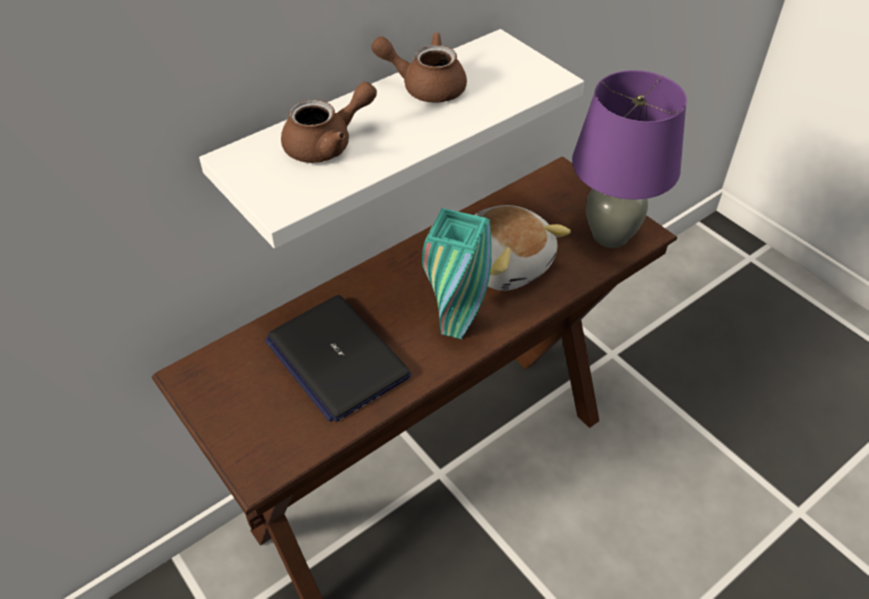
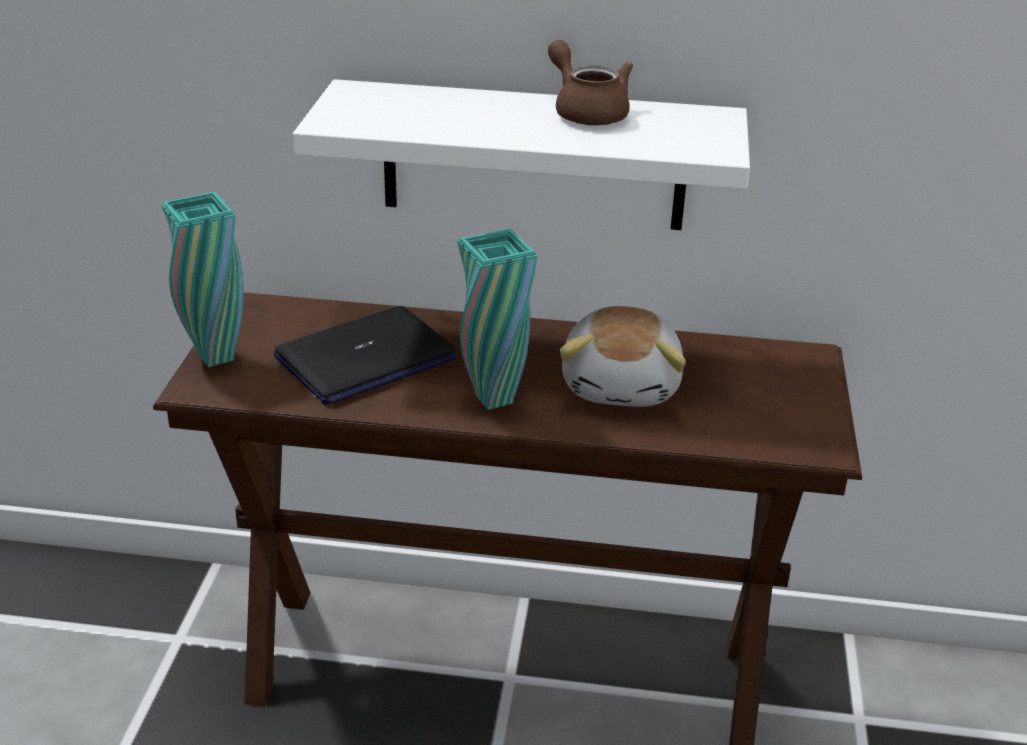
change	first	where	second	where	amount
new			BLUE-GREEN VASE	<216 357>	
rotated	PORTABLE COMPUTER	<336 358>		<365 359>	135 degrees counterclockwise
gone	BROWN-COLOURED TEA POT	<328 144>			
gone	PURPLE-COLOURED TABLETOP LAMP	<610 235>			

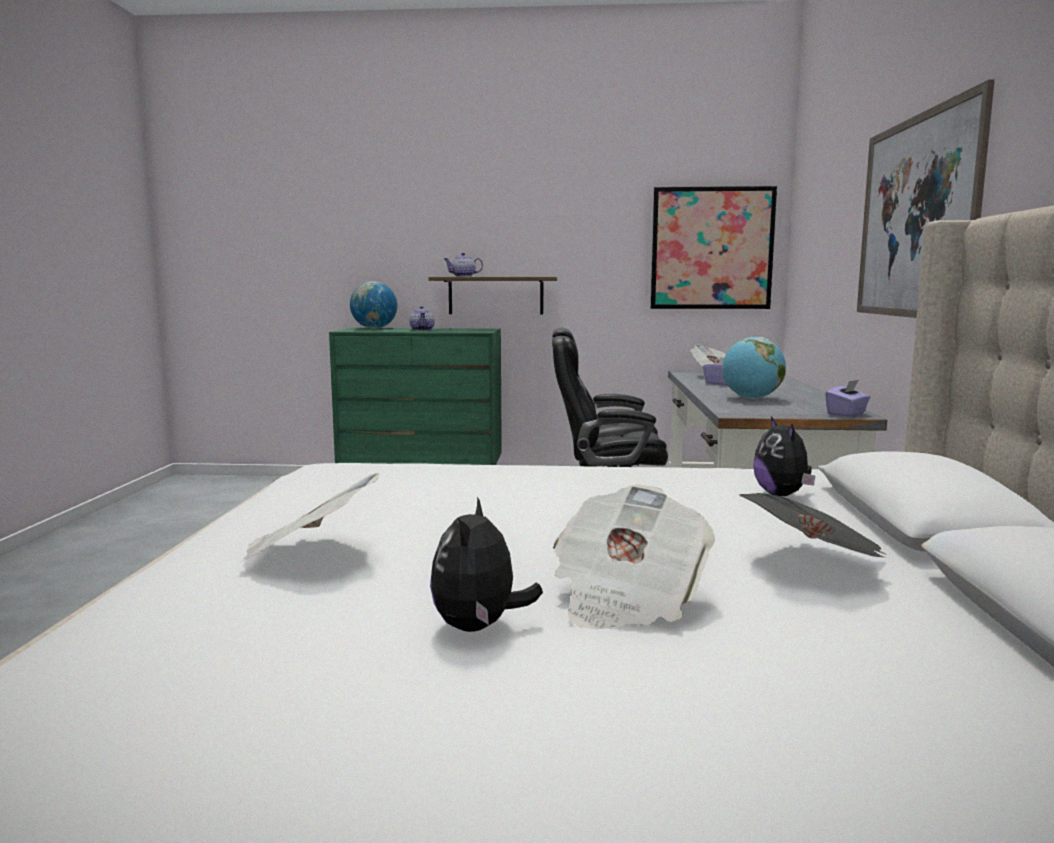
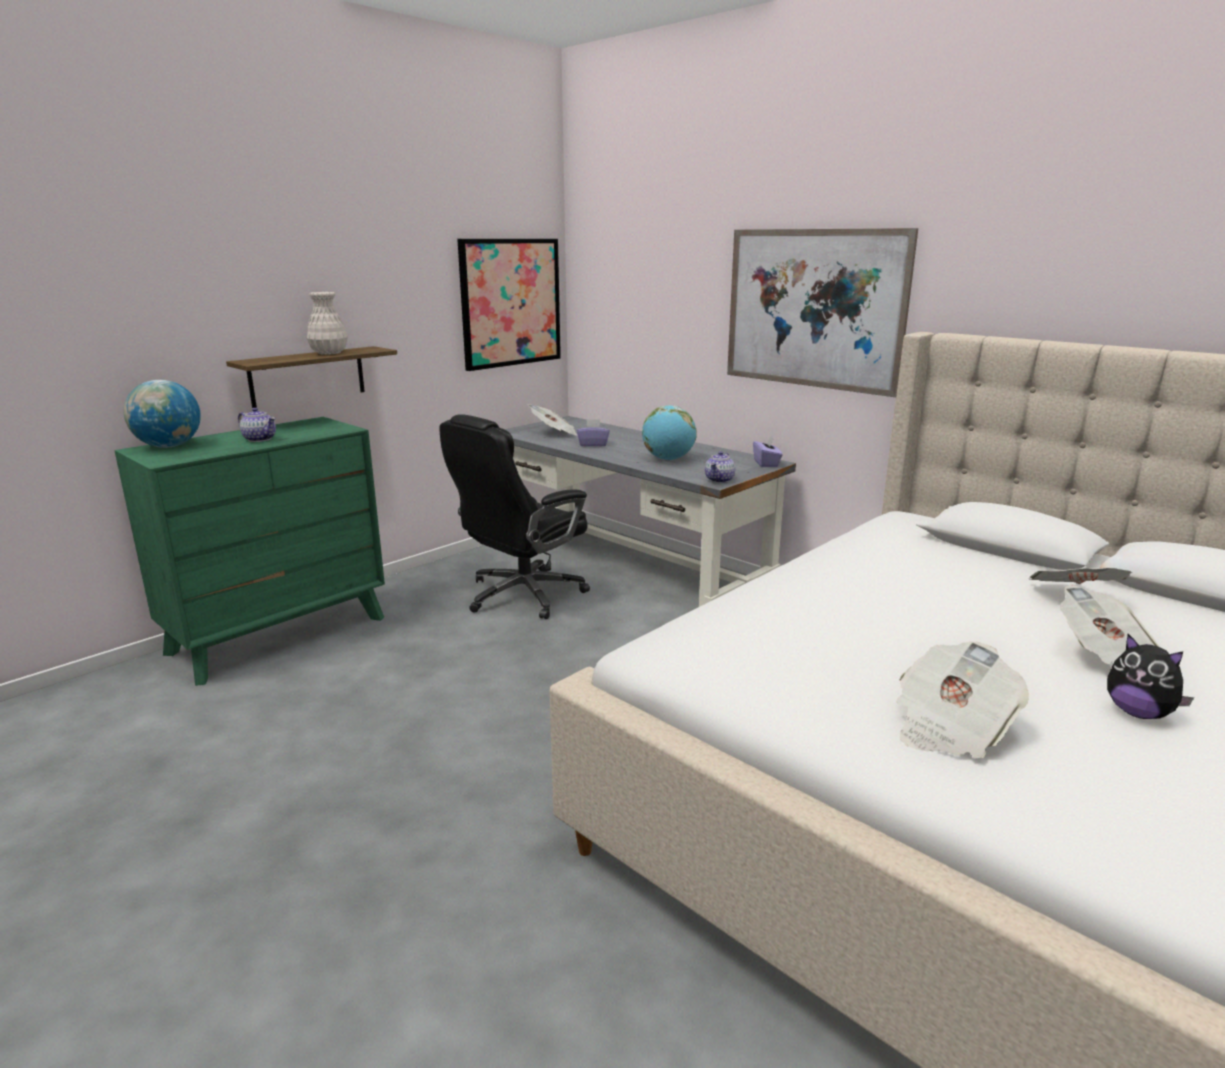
change	first	where	second	where	amount
new			WHITISH VASE	<328 353>	
shifted	TEA POT	<463 276>		<720 480>	
gone	SOFT TOY	<782 495>			

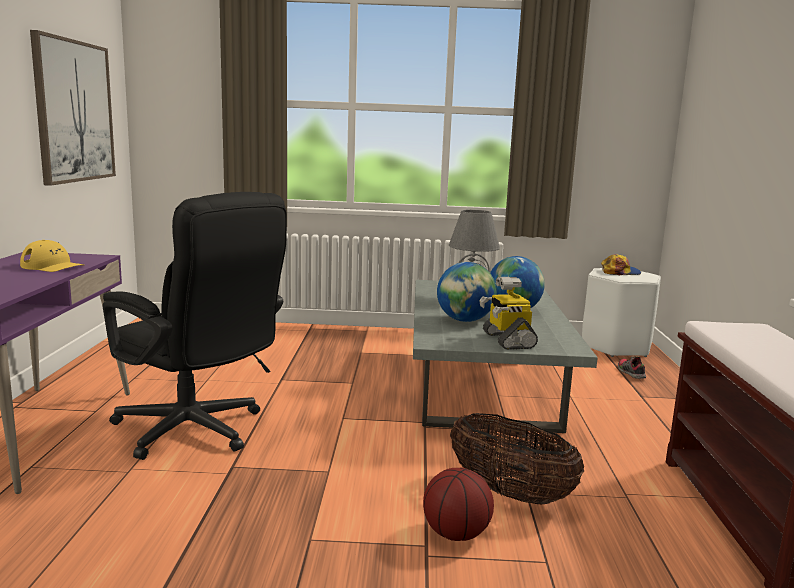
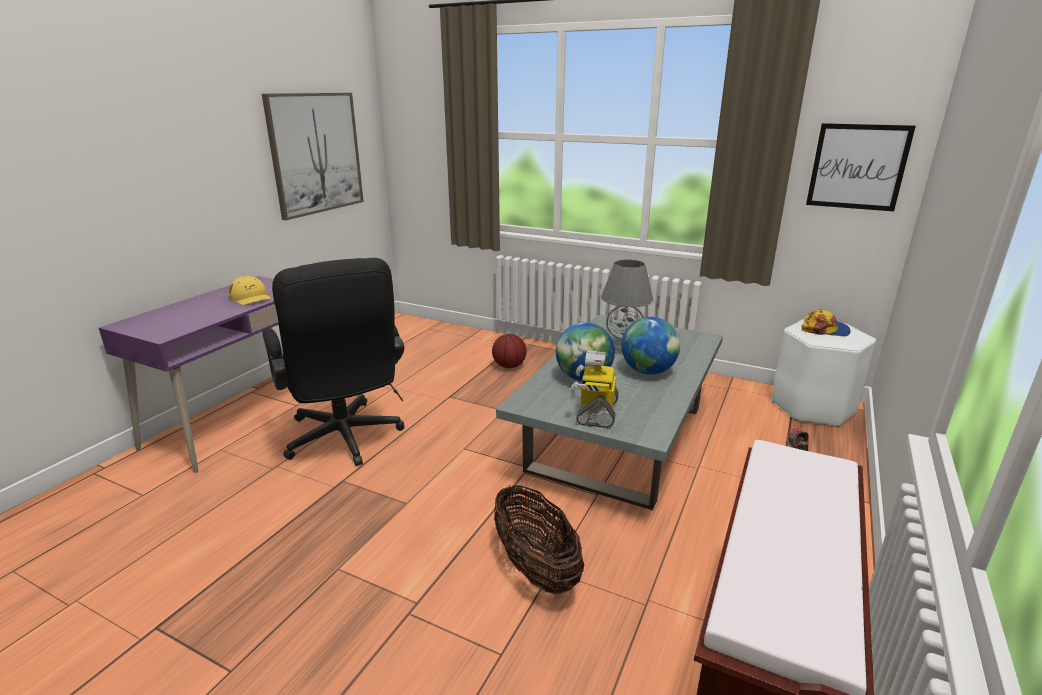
change	first	where	second	where	amount
shifted	BALL FOR BASKETBALL	<455 534>		<509 366>	
new			PICTURE	<857 167>	

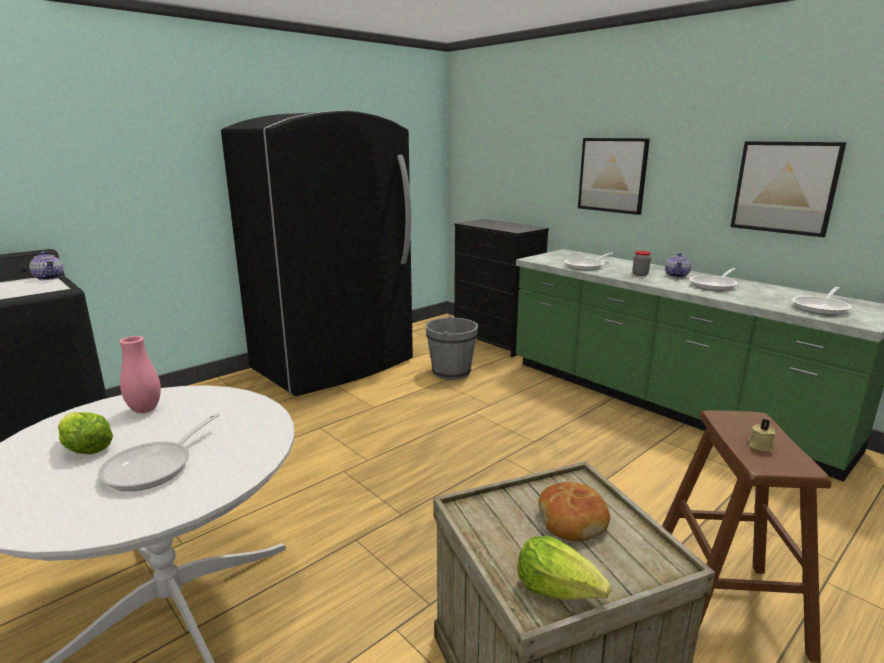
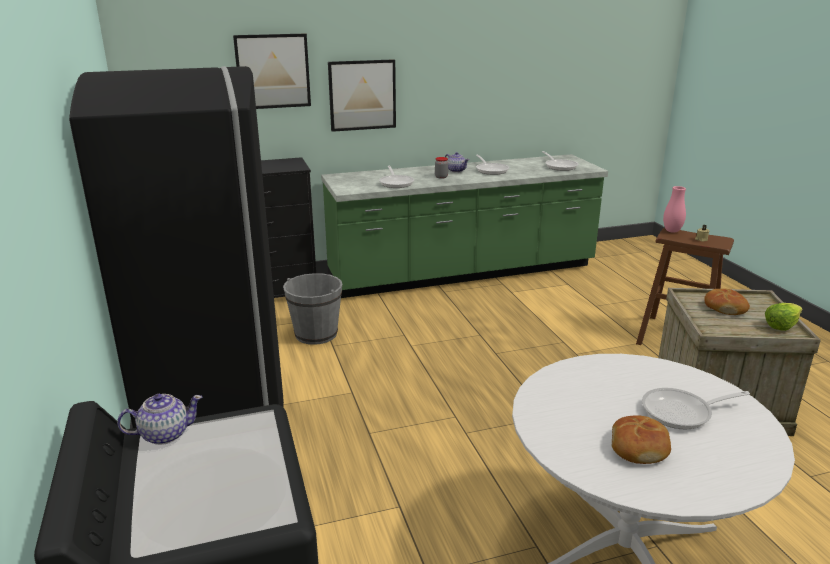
change	first	where	second	where	amount
shifted	PICTURE	<784 187>		<273 71>	
swapped	HEAD OF LETTUCE	<85 447>	BREAD	<639 448>	
rotated	FRYING PAN	<155 467>		<682 412>	120 degrees clockwise
shifted	PINK VASE	<145 410>		<672 231>	

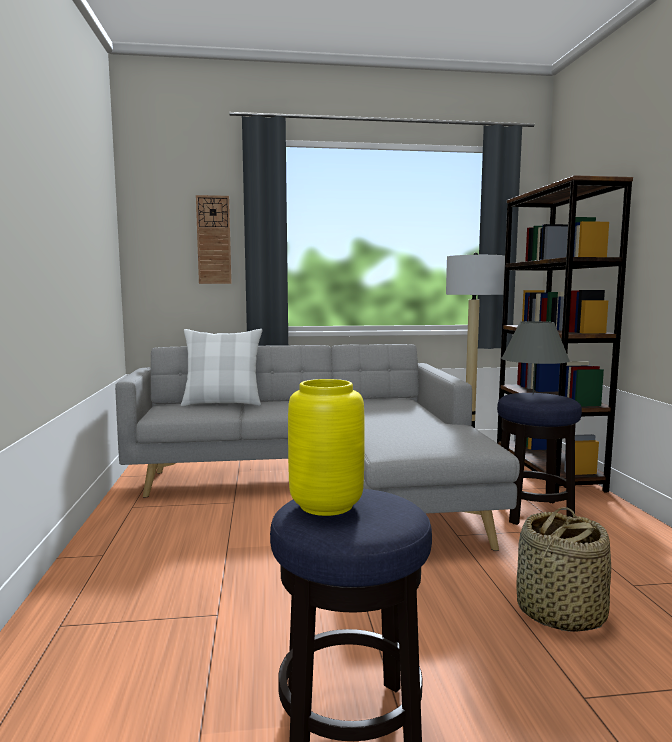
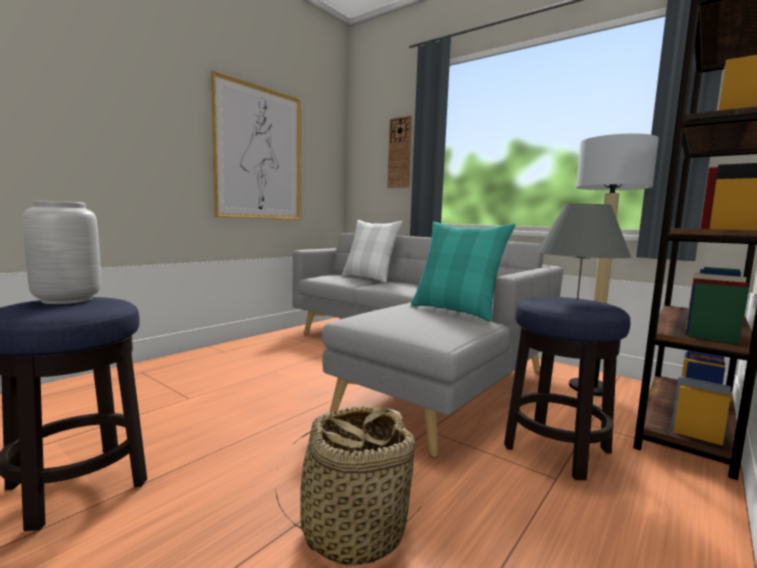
change	first	where	second	where	amount
repainted	YELLOW-COLOURED VASE	<327 506>	GREYISH VASE	<66 300>	
new			PICTURE	<259 154>	
new			BLUE-GREEN PILLOW	<455 311>	

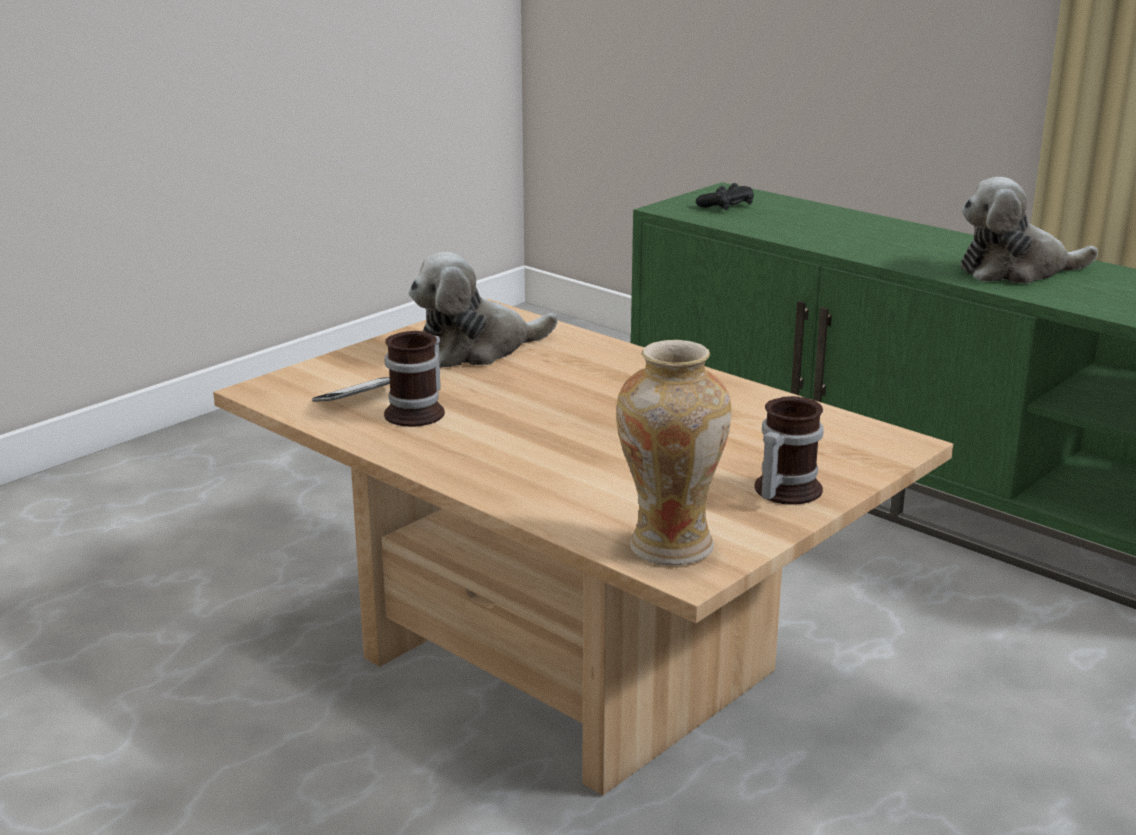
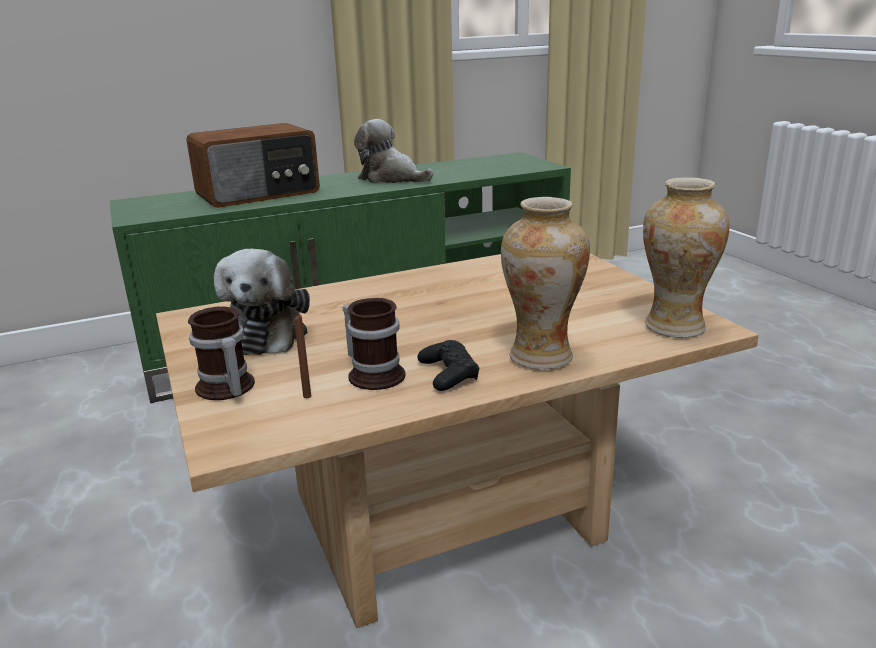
change	first	where	second	where	amount
new			RADIO RECEIVER	<259 193>	
shifted	COFFEE MUG	<782 491>		<224 389>	
swapped	PHONE	<357 396>	BROWN-COLOURED WAX LIGHT	<307 396>	
rotated	SOFT TOY	<1016 271>		<391 178>	105 degrees clockwise
shifted	BLACK GAMEPAD	<726 205>		<448 373>	
new			VASE	<541 356>	

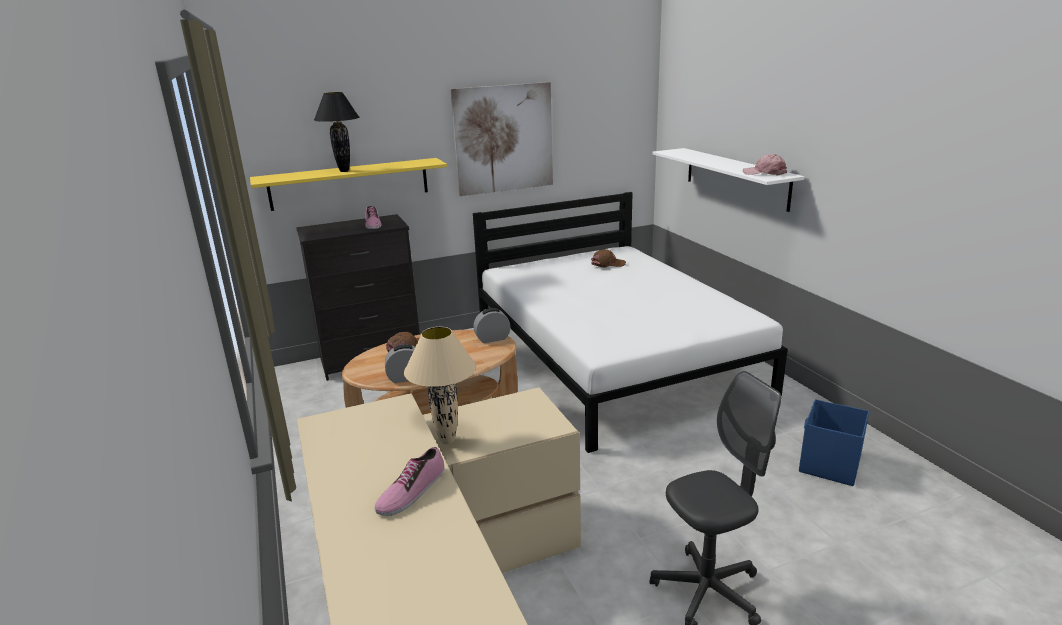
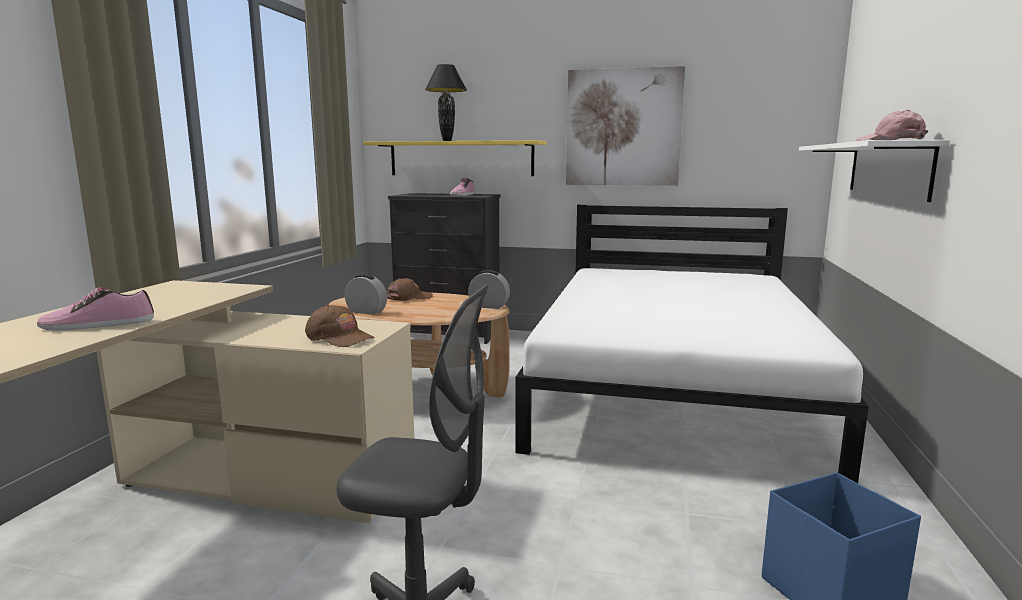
change	first	where	second	where	amount
shifted	BROWN-COLOURED PEAKED CAP	<608 264>		<340 338>	
gone	BEIGE TABLETOP LAMP	<446 440>			

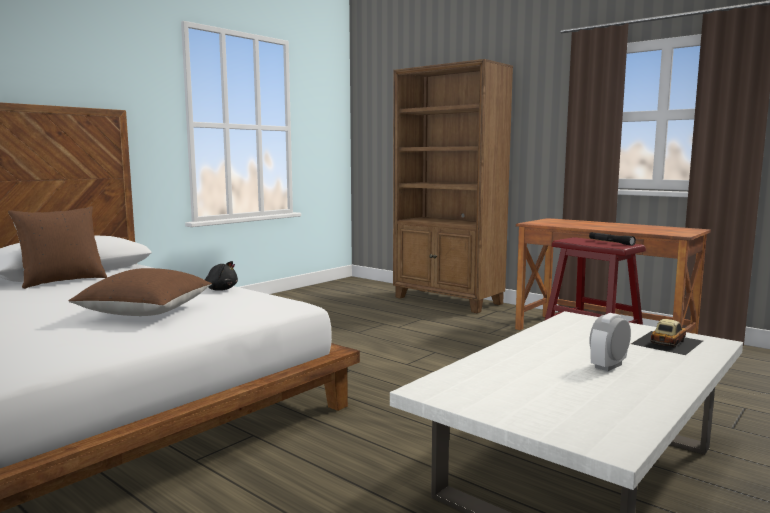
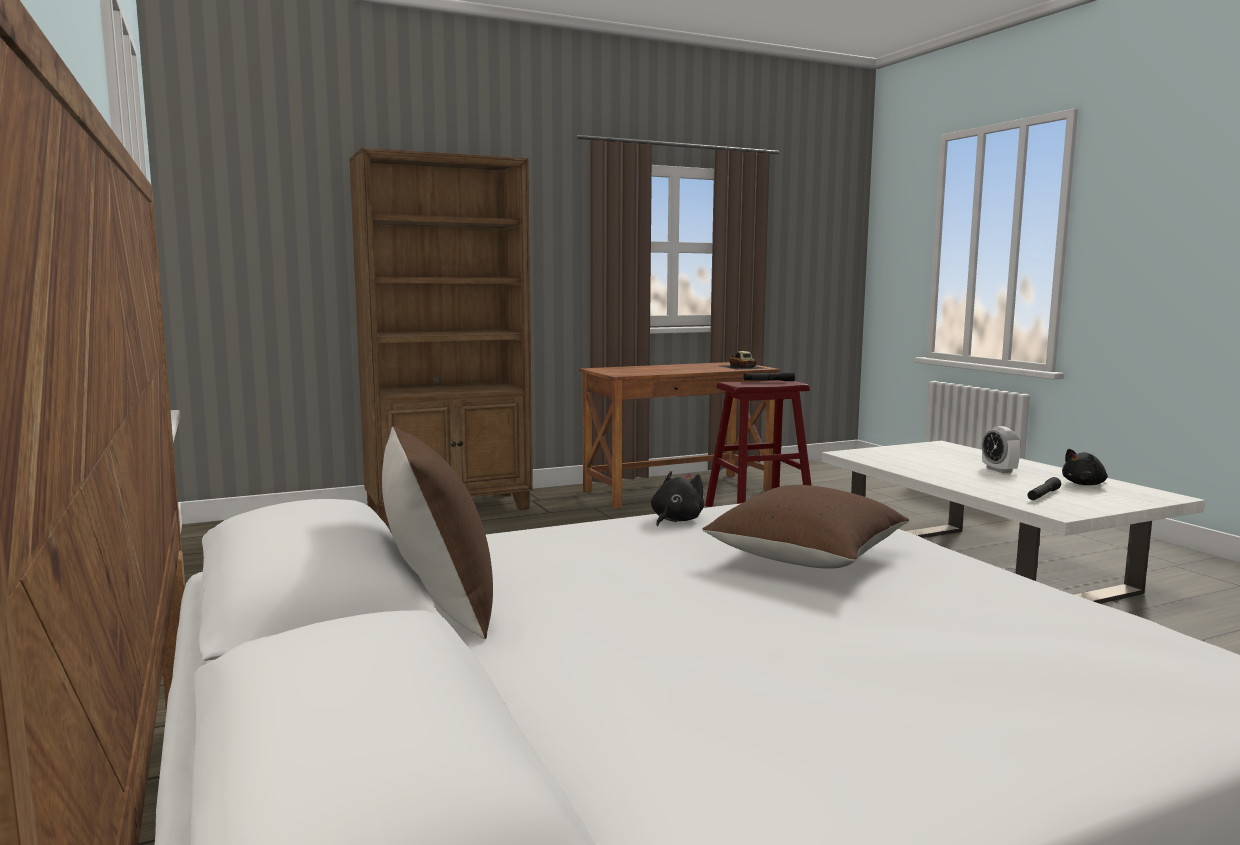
change	first	where	second	where	amount
shifted	MINIATURE CAR	<666 342>		<741 367>	
new			BLACK HAND TORCH	<1043 495>	
new			BLACK SOFT TOY	<1085 484>	

